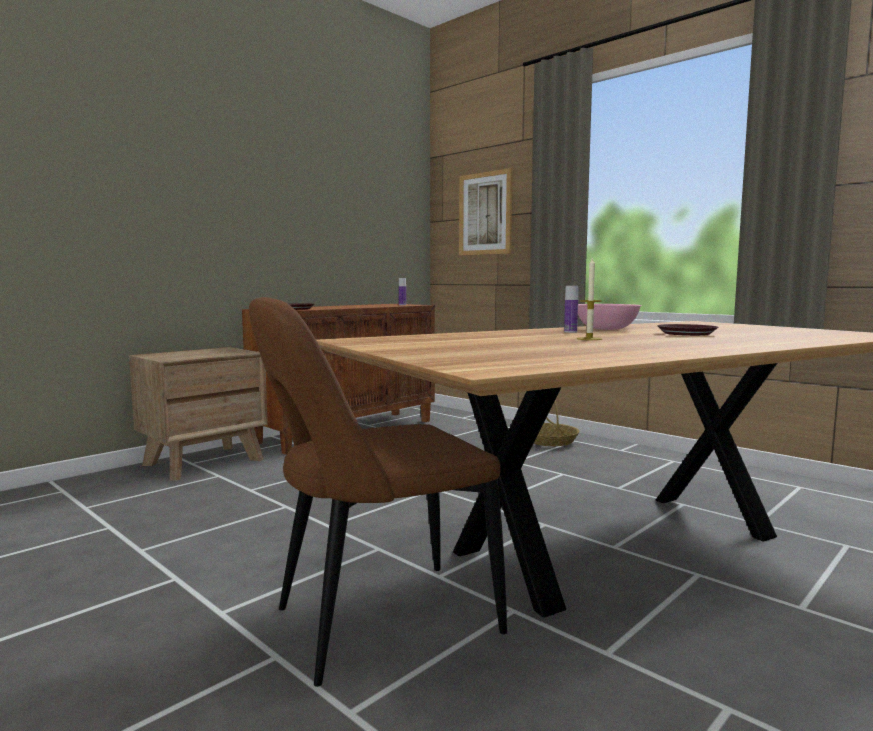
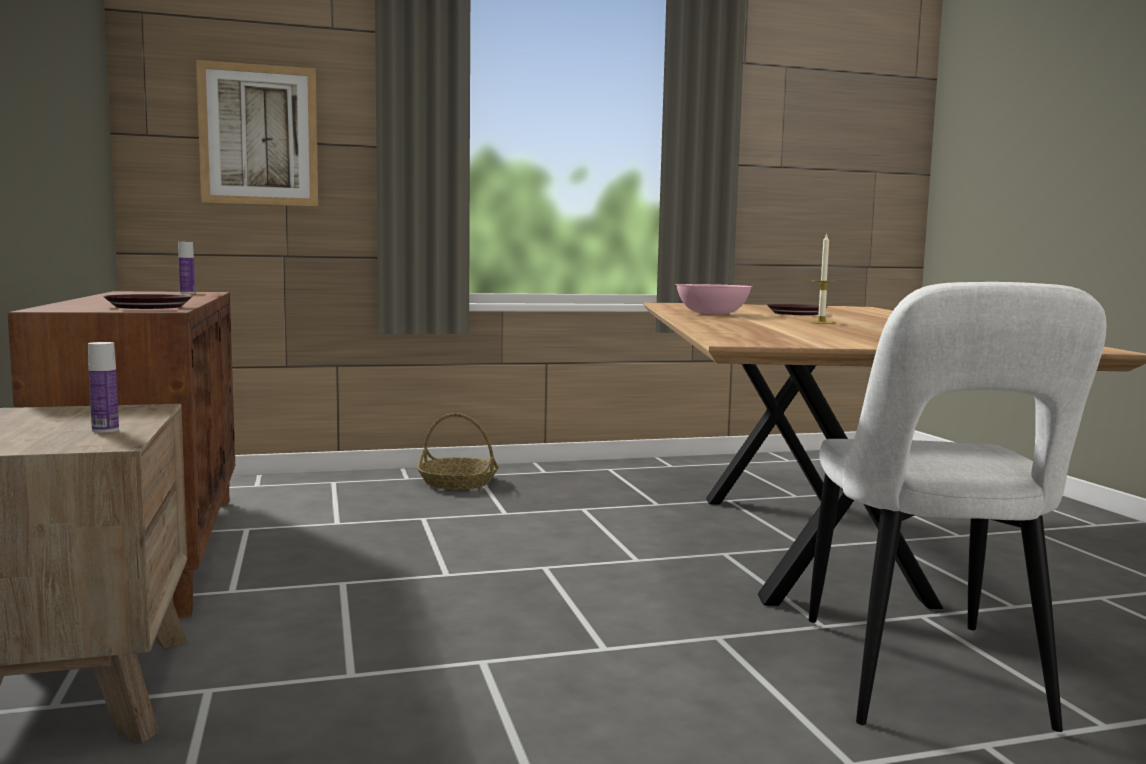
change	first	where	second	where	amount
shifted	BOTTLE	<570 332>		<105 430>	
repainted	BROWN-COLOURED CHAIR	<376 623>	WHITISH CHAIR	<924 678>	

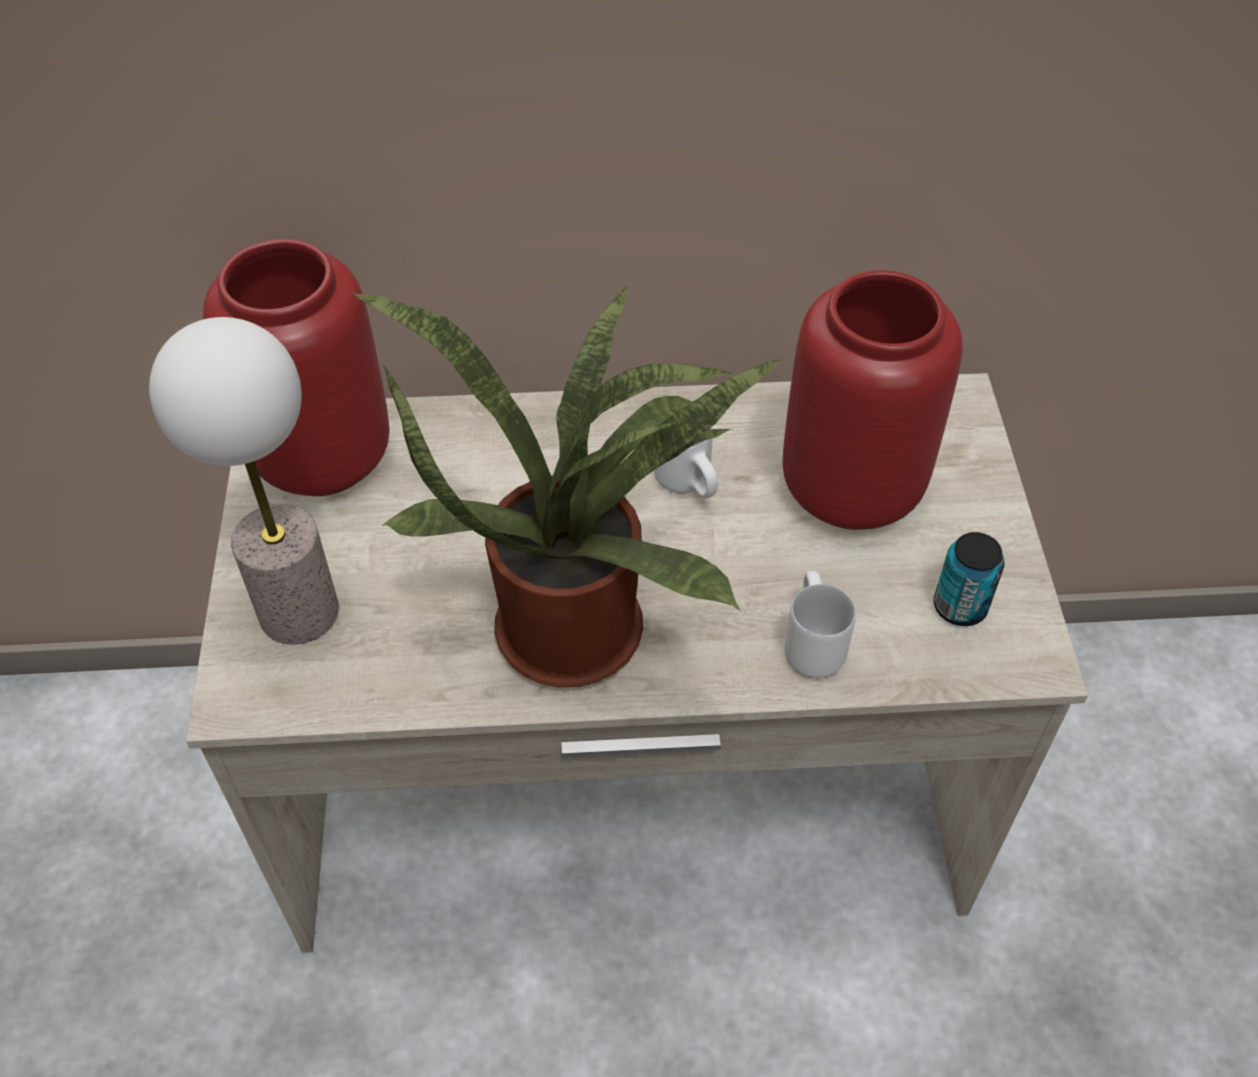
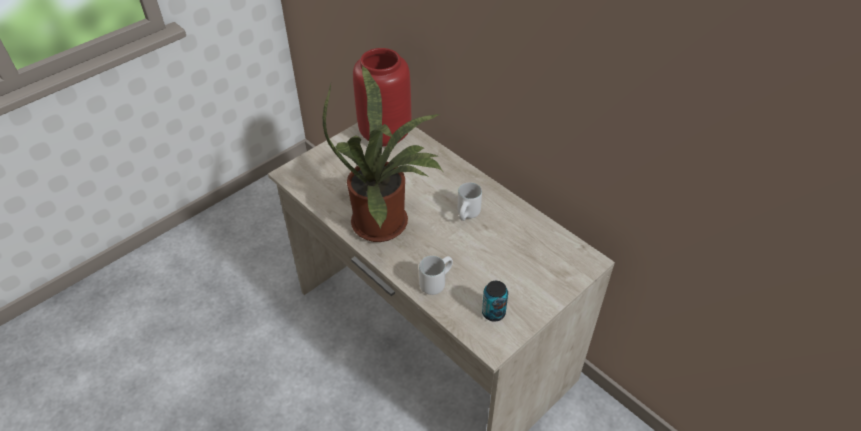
change	first	where	second	where	amount
gone	TABLETOP LAMP	<299 613>			
gone	REDDISH VASE	<851 493>			

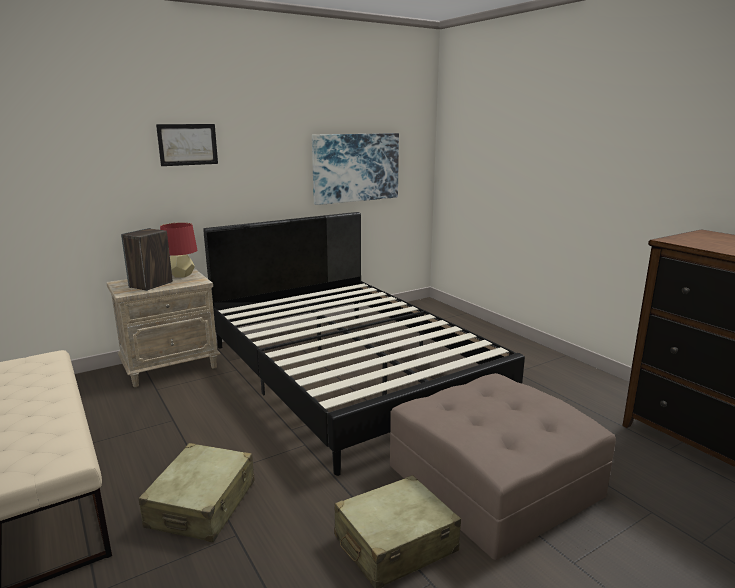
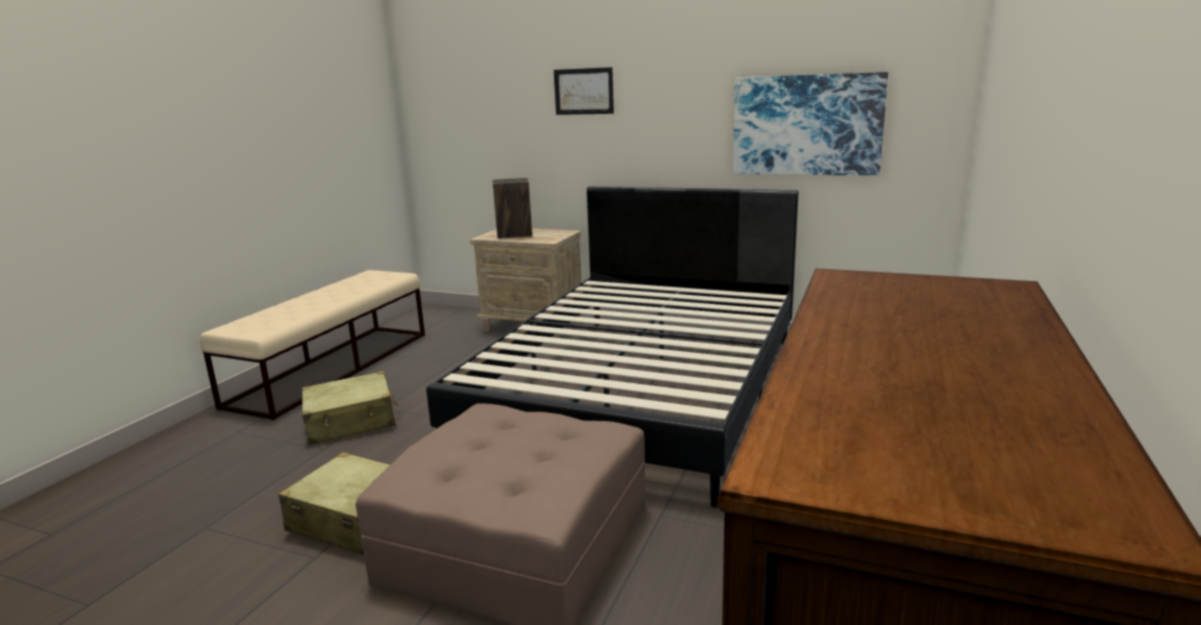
change	first	where	second	where	amount
gone	REDDISH TABLETOP LAMP	<182 275>			

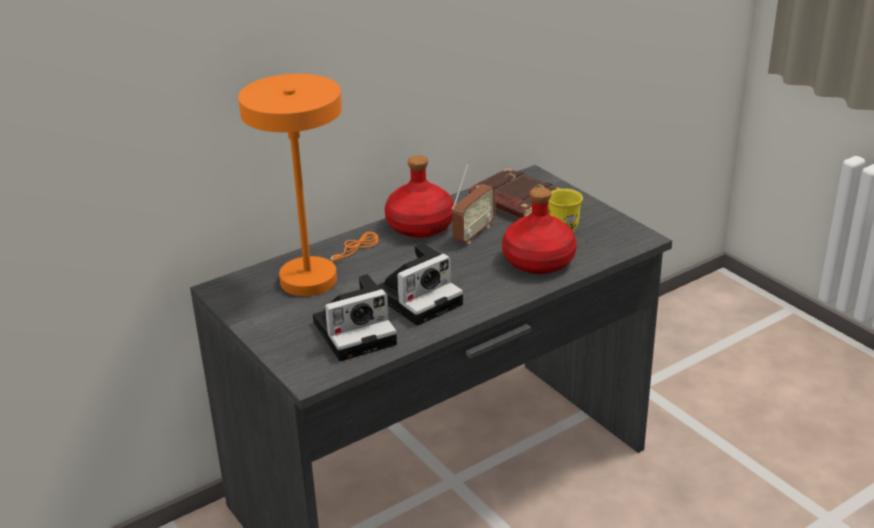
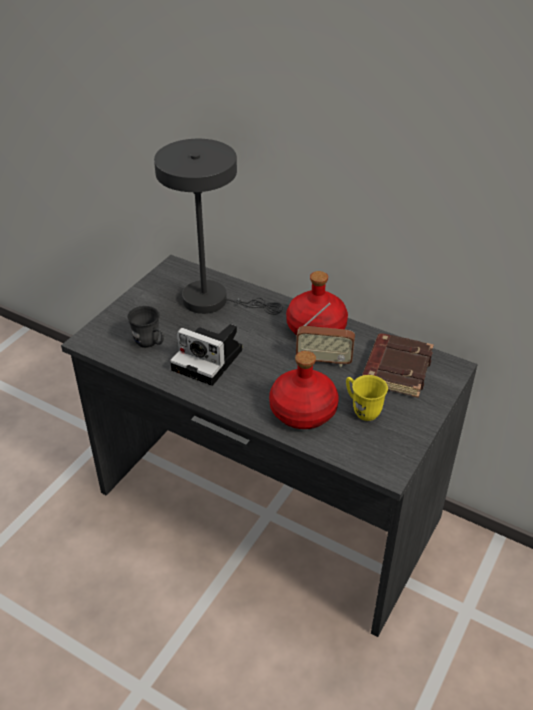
change	first	where	second	where	amount
swapped	STILL CAMERA	<357 331>	GREYISH COFFEE MUG	<150 343>	
repainted	ORANGE TABLETOP LAMP	<315 275>	GREYISH TABLETOP LAMP	<213 300>	

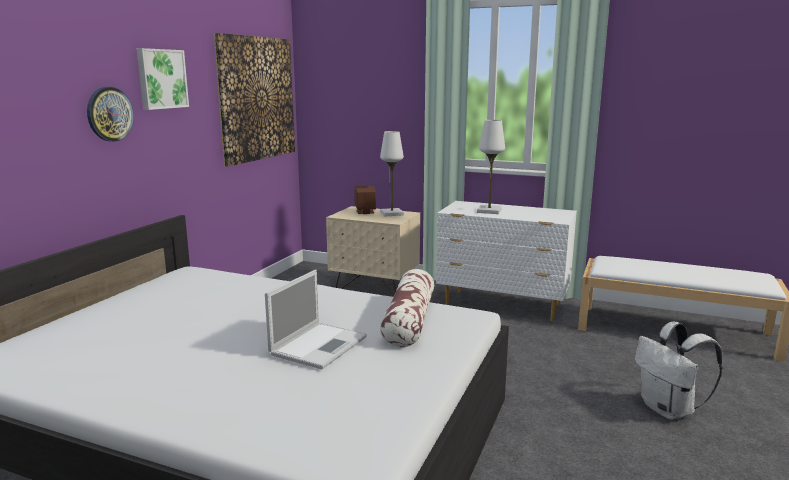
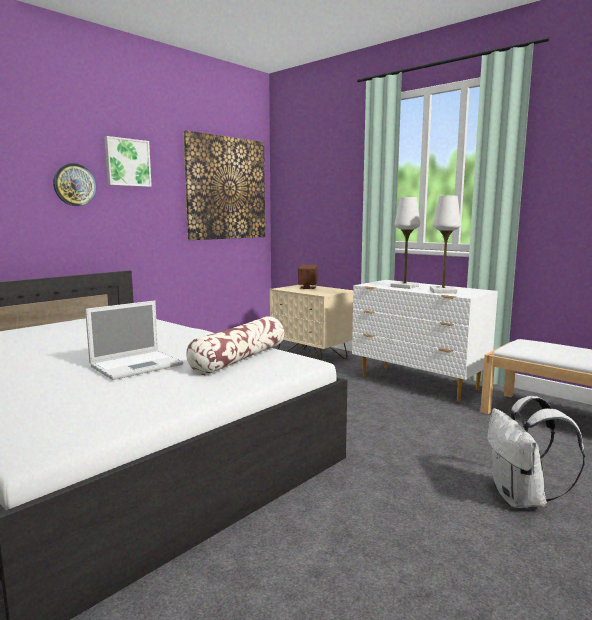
change	first	where	second	where	amount
shifted	WHITISH TABLETOP LAMP	<391 213>		<442 291>	

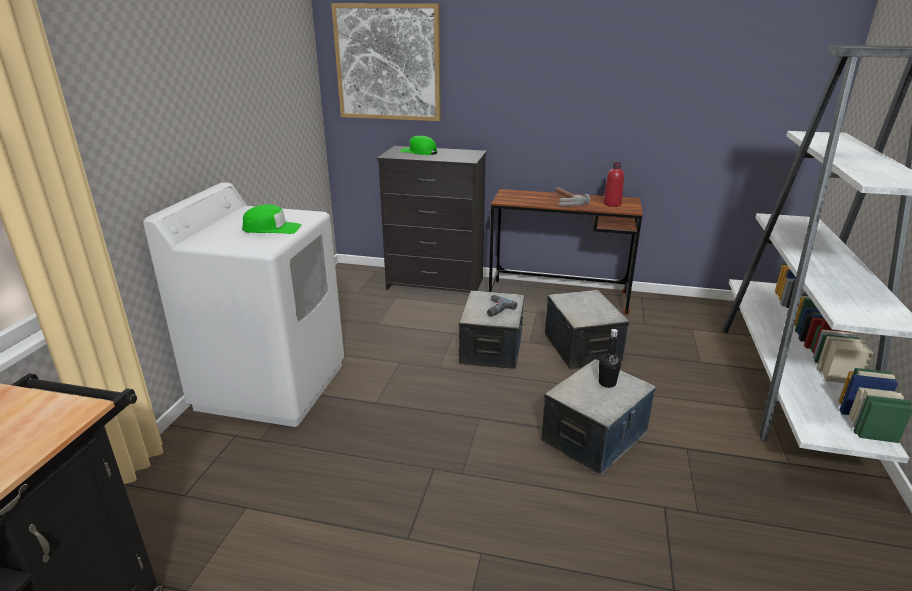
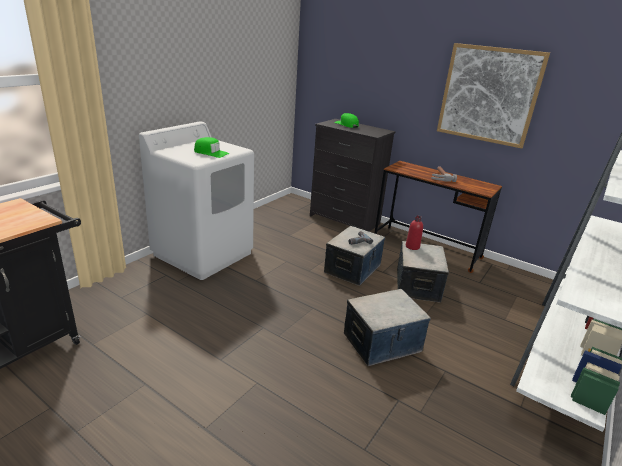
change	first	where	second	where	amount
shifted	REDDISH BOTTLE	<612 204>		<412 246>	
shifted	PICTURE	<388 63>		<488 95>	
gone	BLACK BOTTLE	<607 383>			

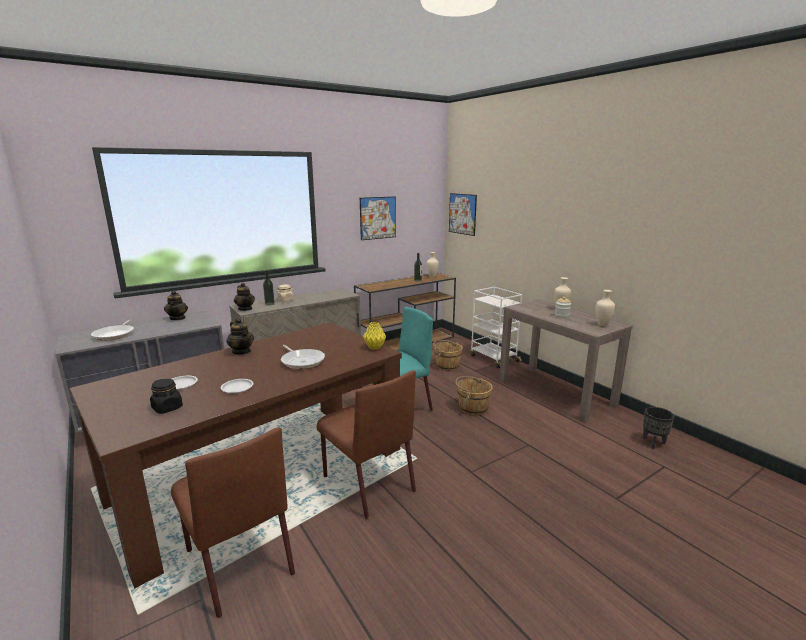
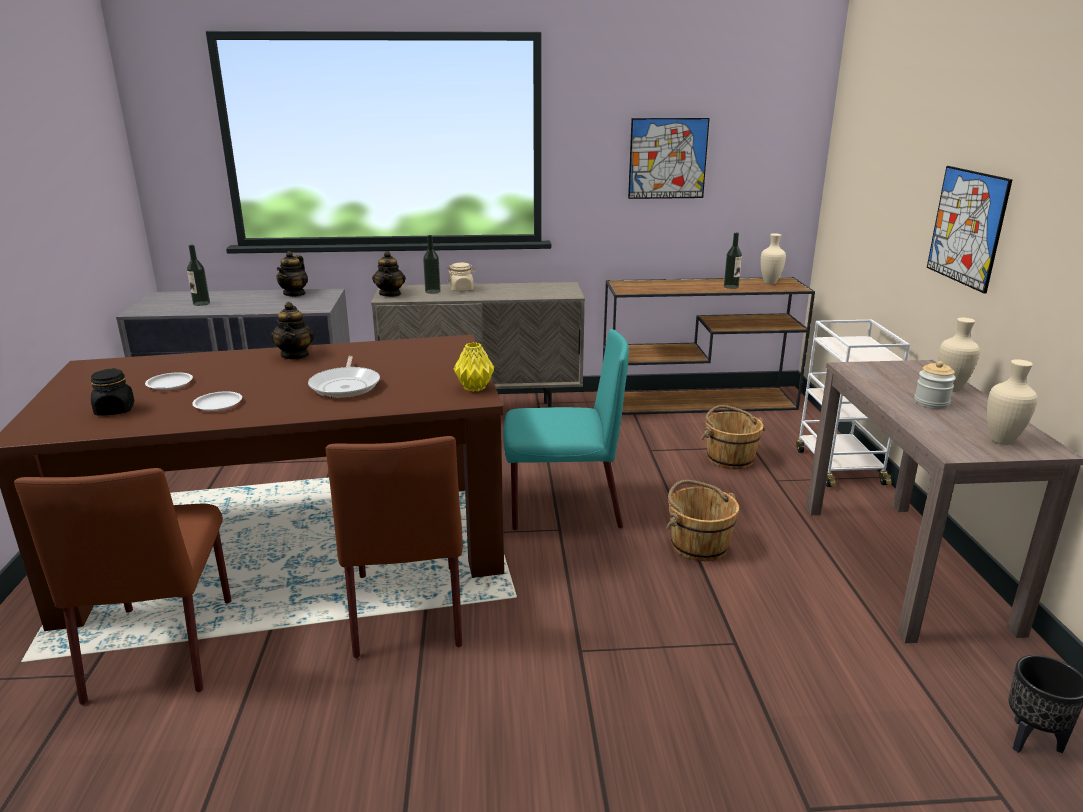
change	first	where	second	where	amount
swapped	FRYING PAN	<115 334>	BOTTLE	<201 303>	
shifted	PICTURE	<462 214>		<967 227>	

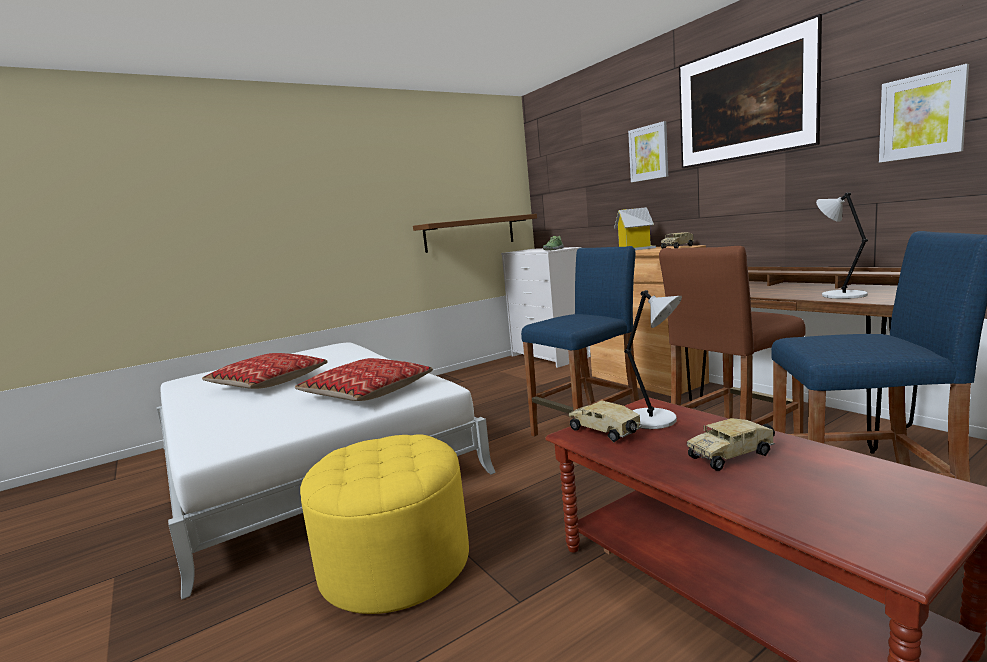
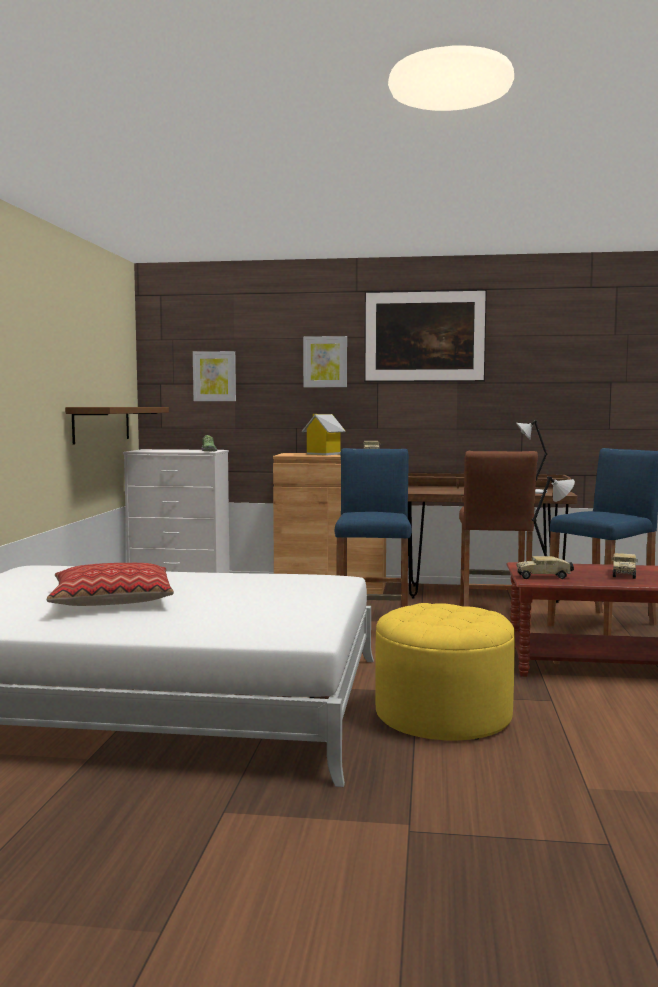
change	first	where	second	where	amount
shifted	PICTURE	<922 116>		<214 376>	
gone	PILLOW	<367 392>			

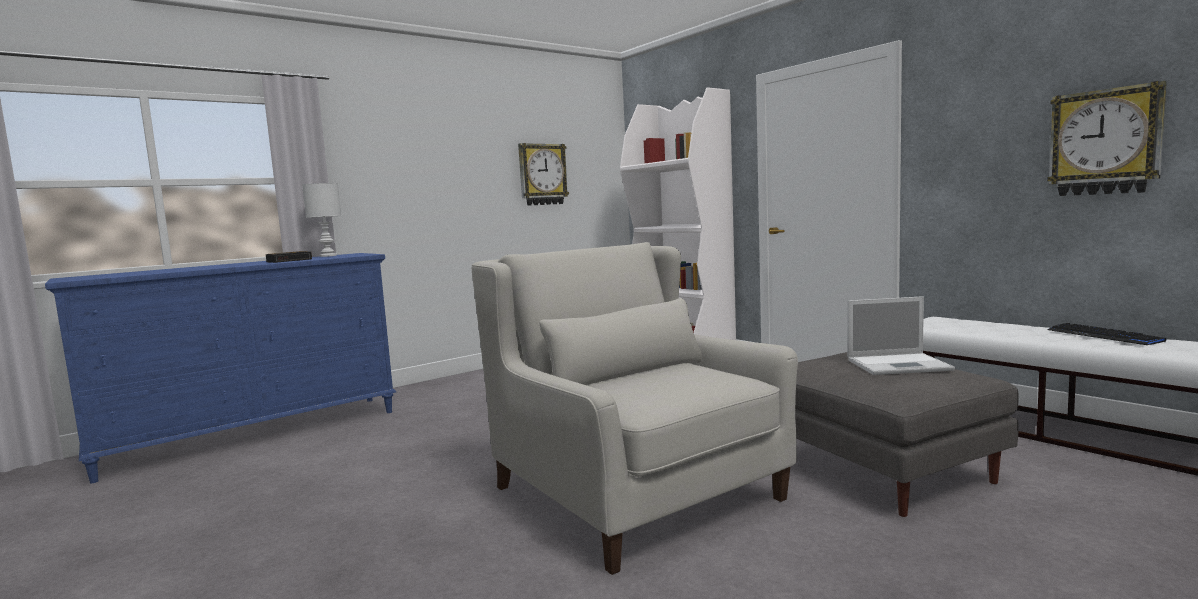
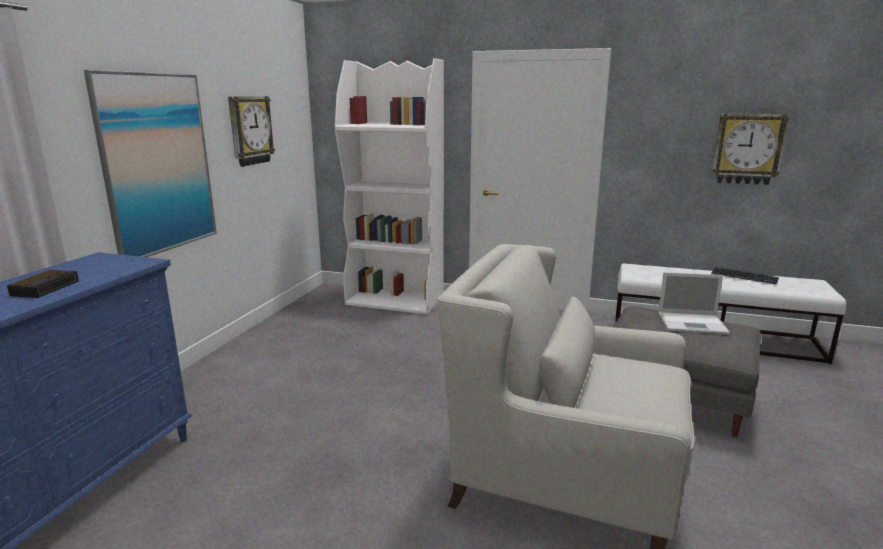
change	first	where	second	where	amount
new			PICTURE	<157 164>	
rotated	PORTABLE COMPUTER	<900 365>		<693 323>	45 degrees clockwise
gone	WHITISH TABLETOP LAMP	<327 256>			

